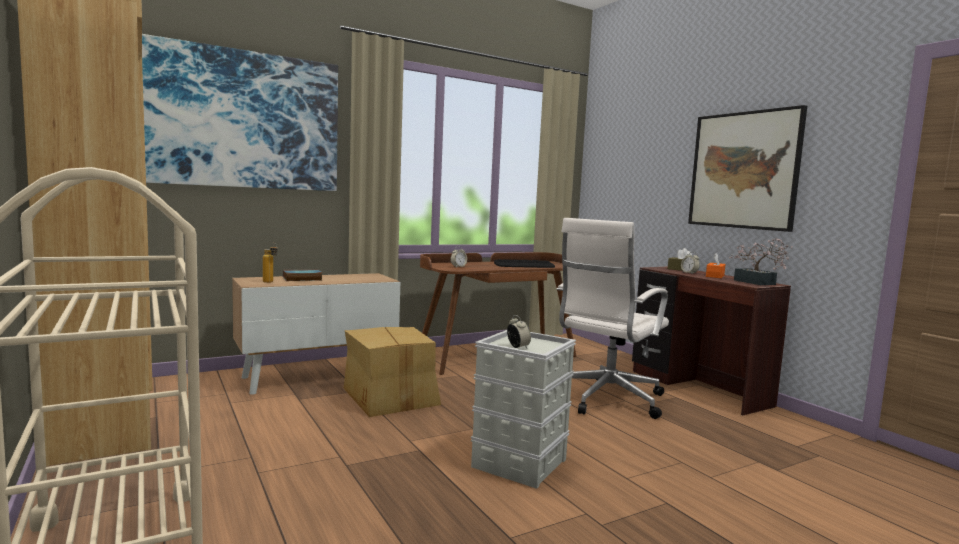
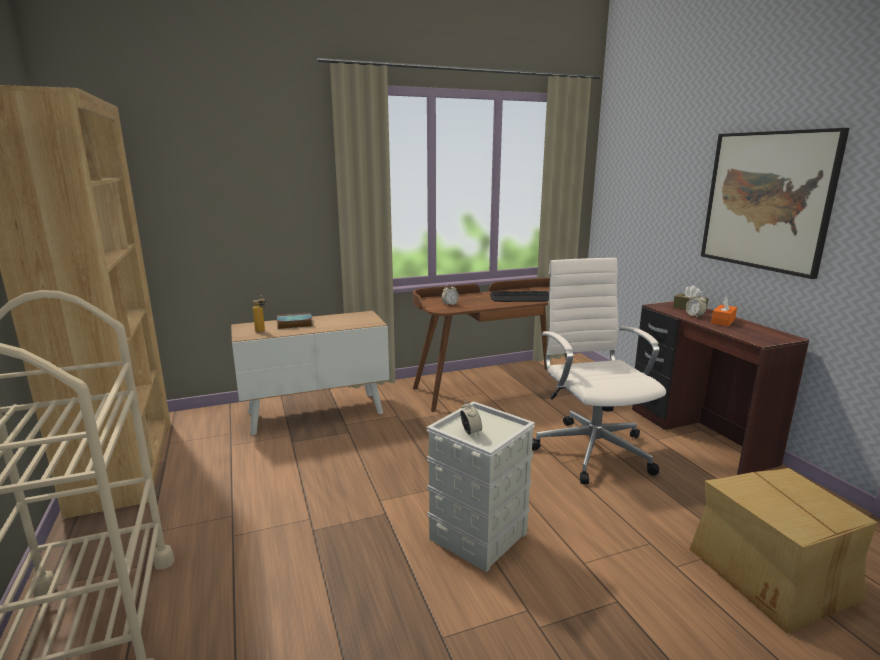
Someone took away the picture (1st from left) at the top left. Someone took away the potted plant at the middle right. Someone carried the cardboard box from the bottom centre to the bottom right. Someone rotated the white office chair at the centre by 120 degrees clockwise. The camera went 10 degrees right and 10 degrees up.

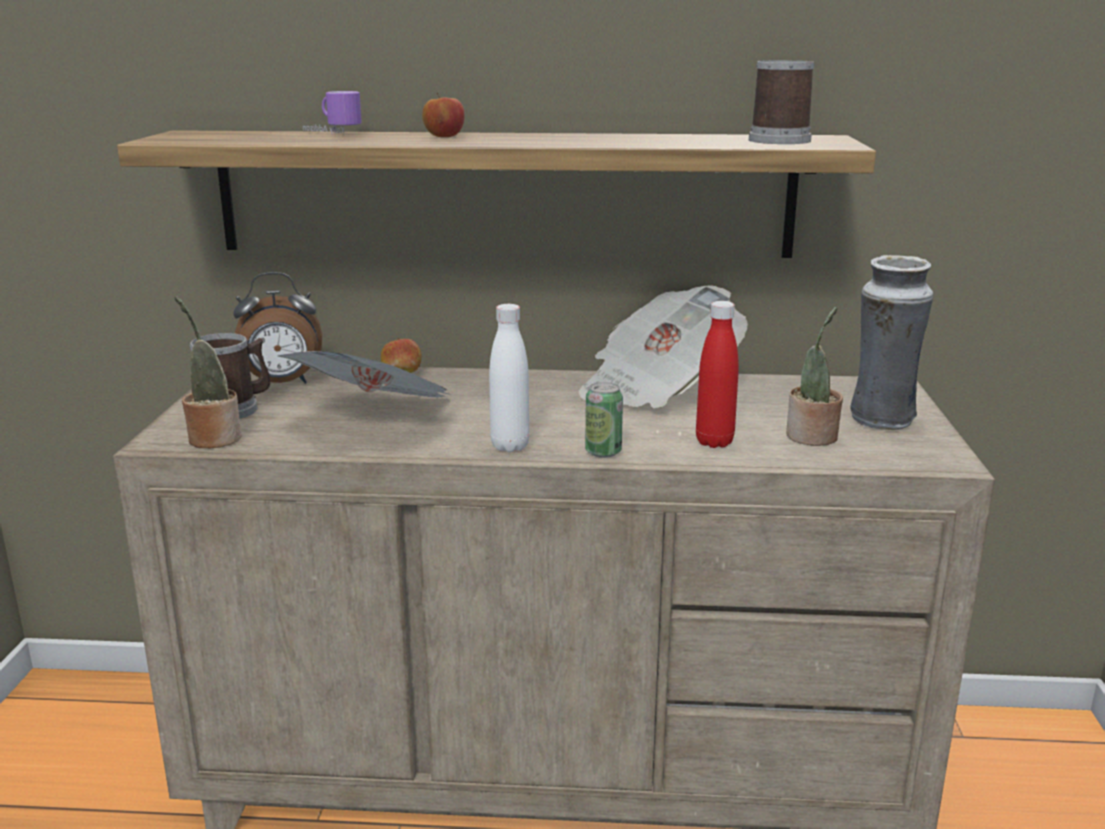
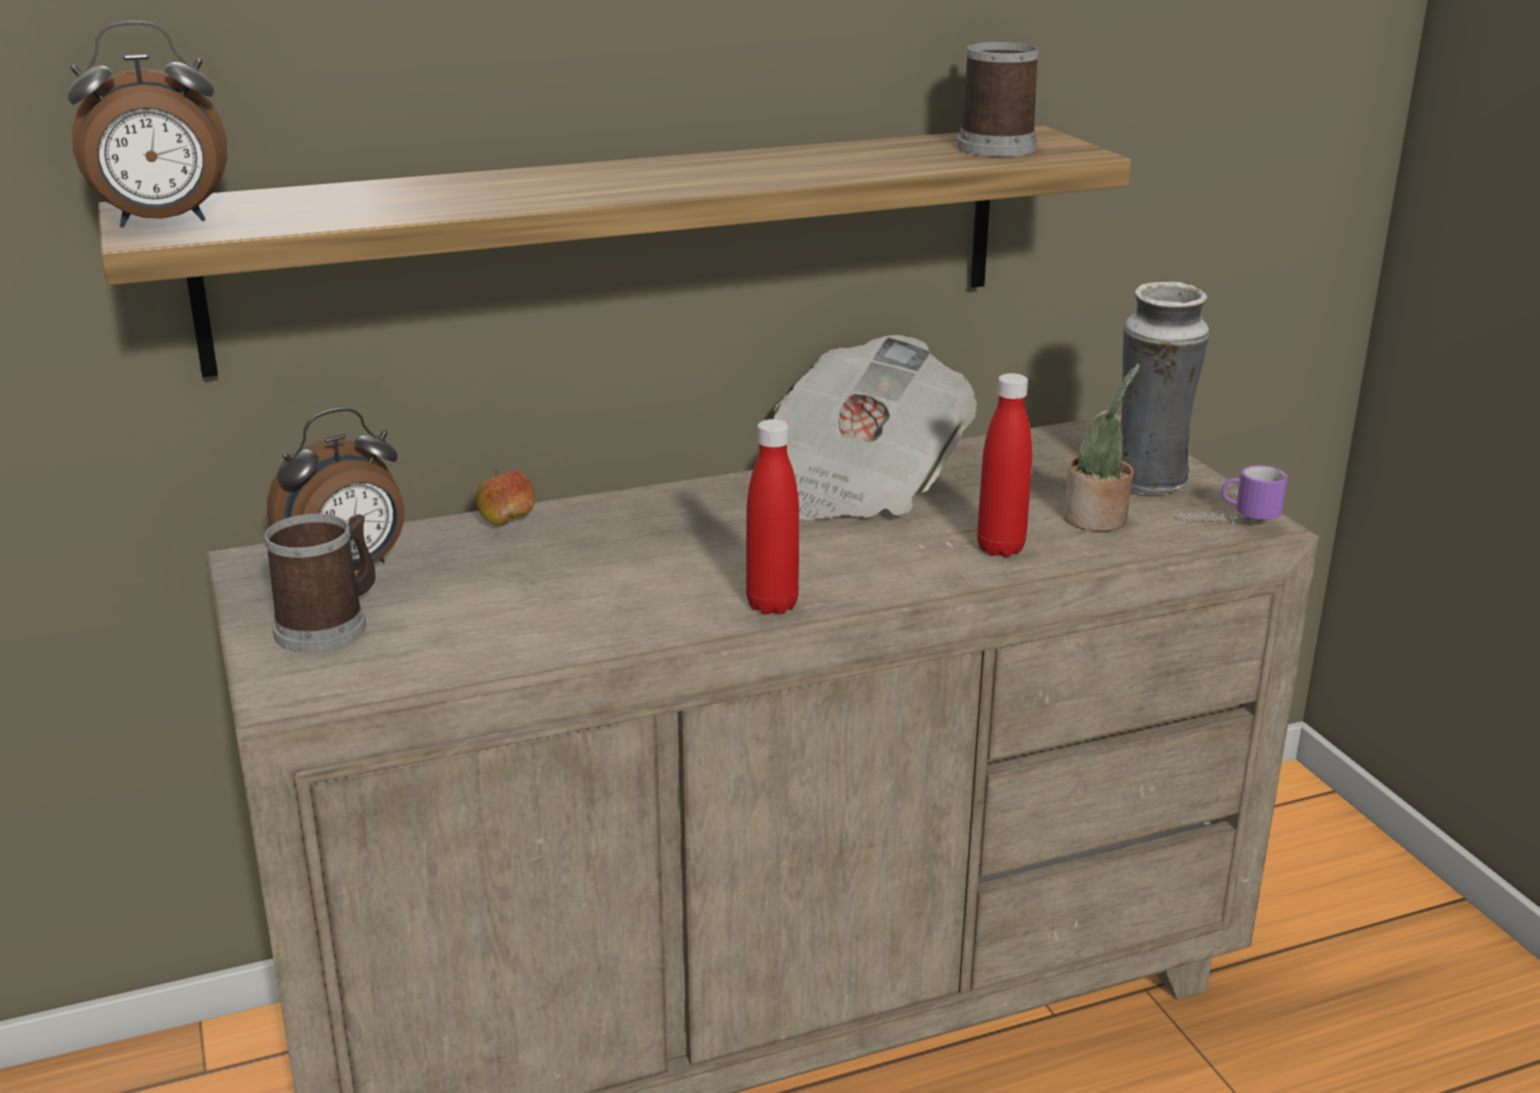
Someone took away the potted plant (1st from left) at the middle left. Someone took away the newspaper (1st from left) at the middle left. Someone took away the apple (2nd from left) at the top centre. Someone took away the can at the centre. Someone put down the alarm clock (1st from left) at the top left. Someone carried the mug (2nd from left in the first image) from the top left to the middle right. Someone repainted the white bottle at the centre, which became the red bottle (1st from left) at the centre. The camera went 25 degrees left and 5 degrees up.

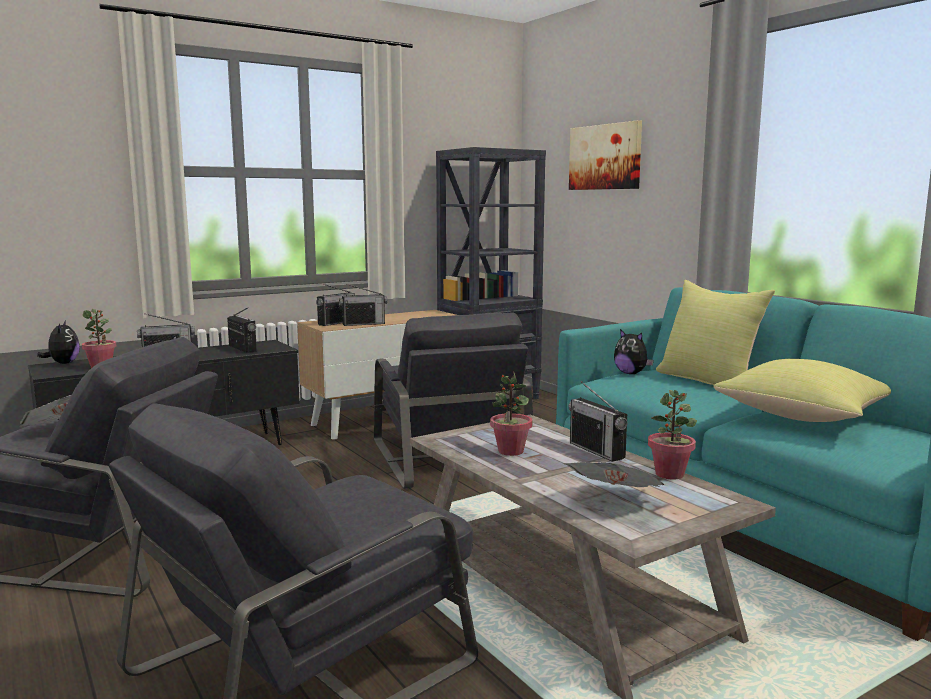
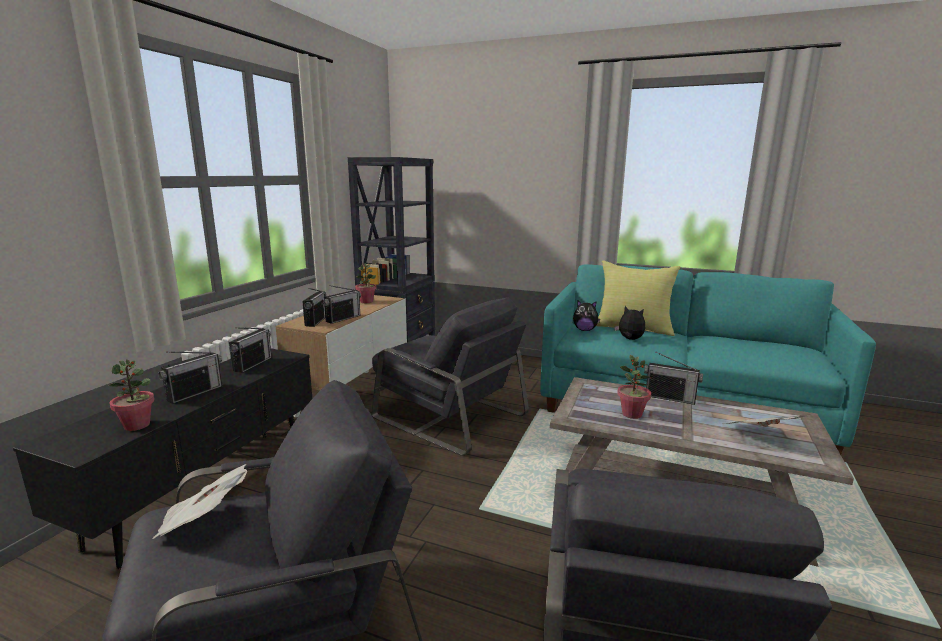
Someone took away the picture at the top centre. Someone took away the yellow pillow (2nd from left) at the middle right. Someone carried the plush toy (1st from left in the first image) from the middle left to the middle right. Someone carried the potted plant (3rd from left in the first image) from the middle right to the centre. Someone rotated the radio (2nd from left) at the middle left by 90 degrees clockwise. The camera went 35 degrees left and 5 degrees up.

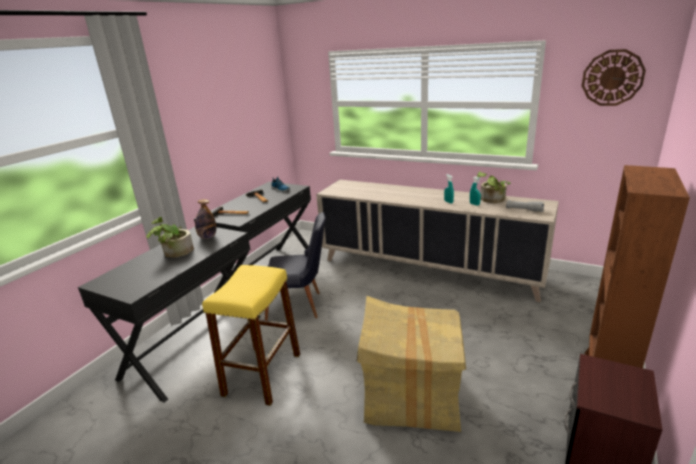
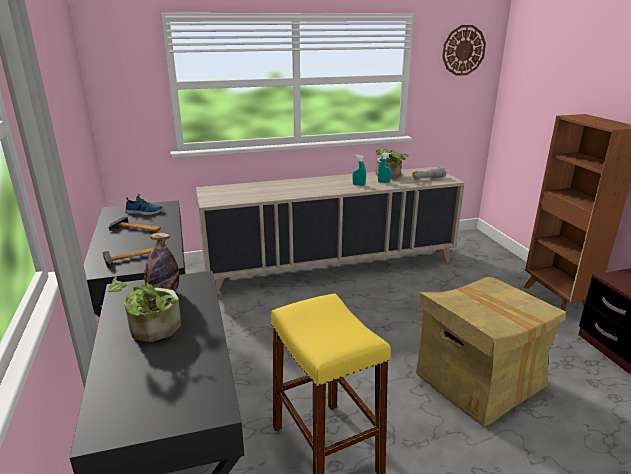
Someone took away the black chair at the centre. The camera went 45 degrees left and 0 degrees up.

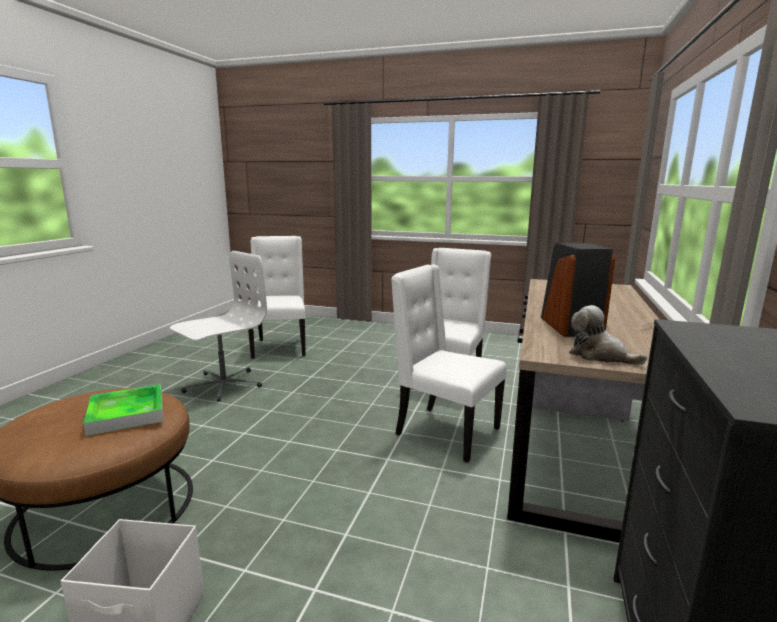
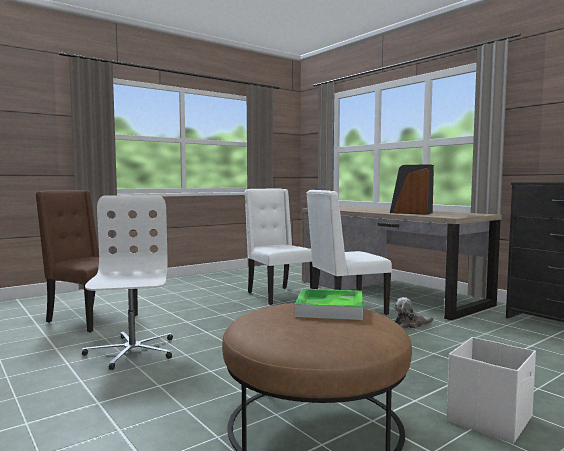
Someone carried the plush toy from the middle right to the bottom right. Someone repainted the white chair (1st from left) at the centre, which became the brown chair at the middle left. The camera went 55 degrees left and 10 degrees down.

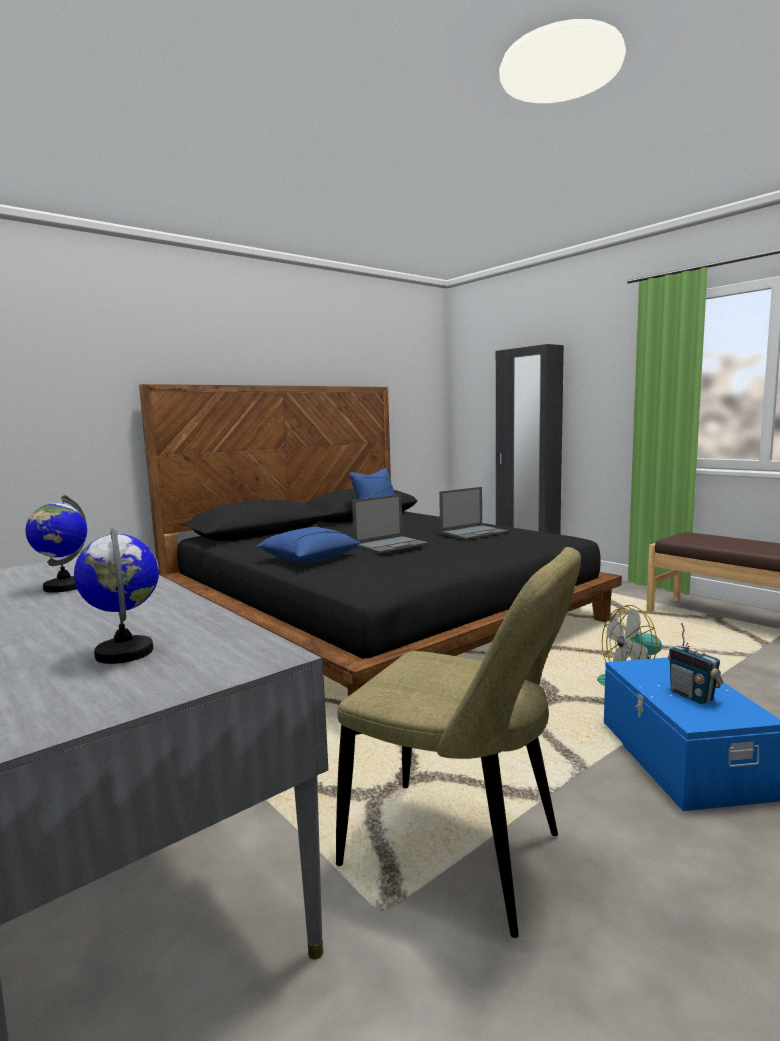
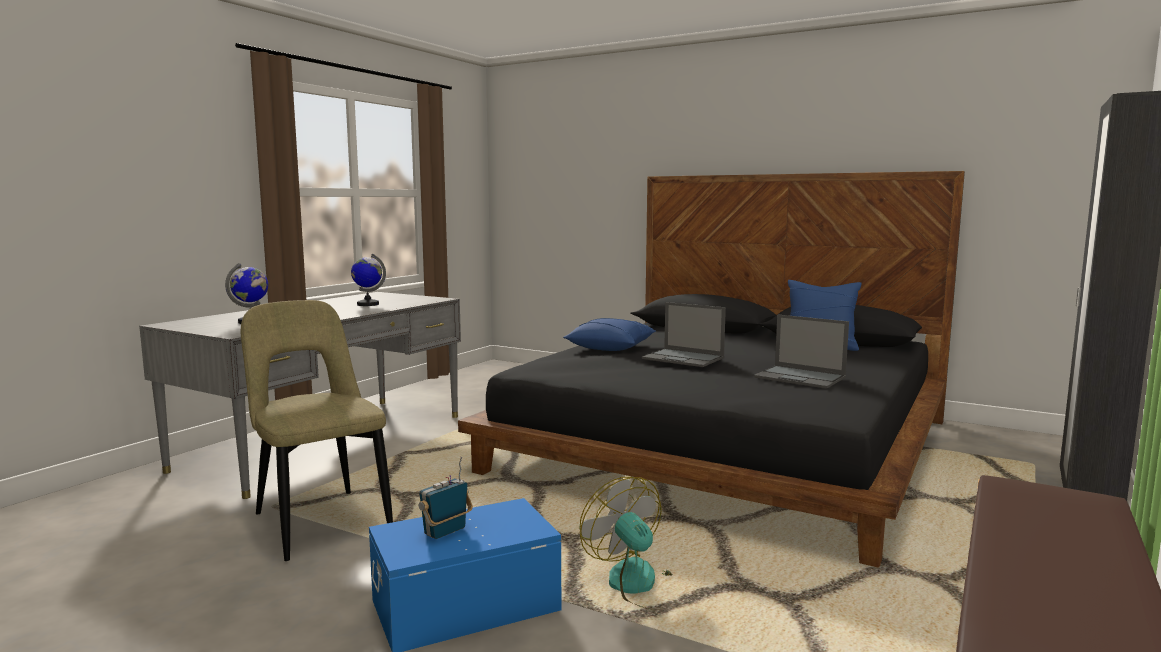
Someone rotated the beige chair at the bottom centre by 135 degrees clockwise. The camera went 70 degrees right and 0 degrees up.

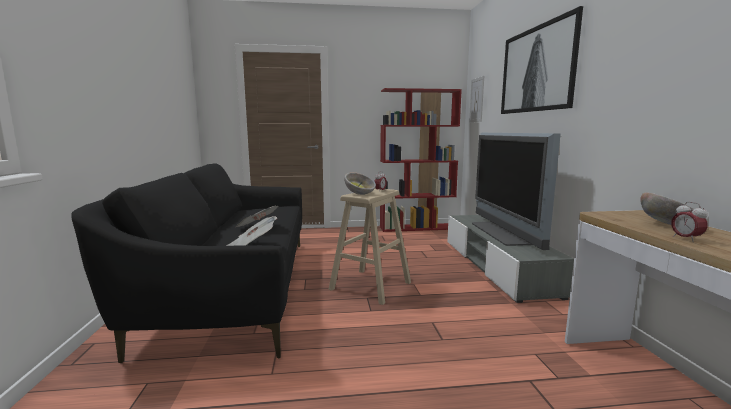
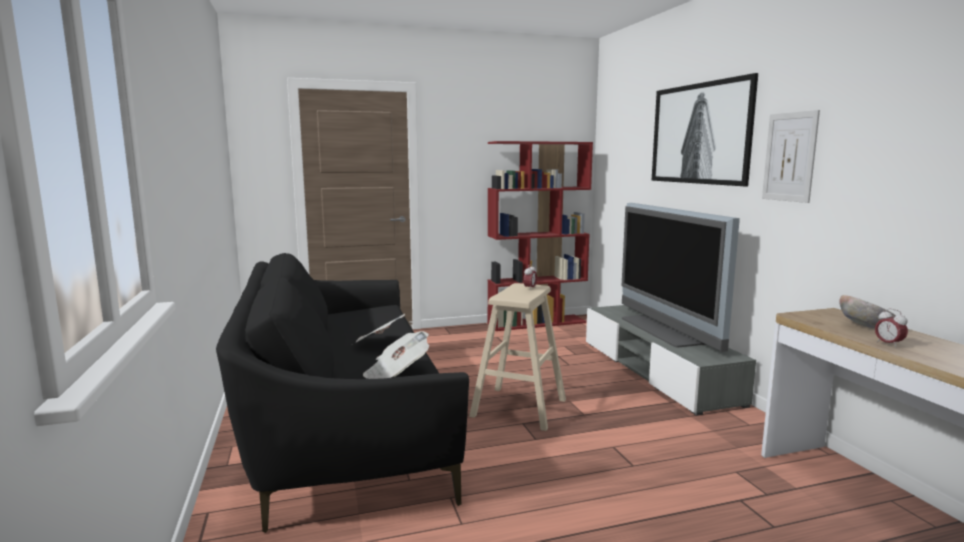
Someone took away the bowl (1st from left) at the centre. Someone carried the picture (1st from left in the first image) from the top centre to the top right. The camera went 10 degrees left and 0 degrees up.

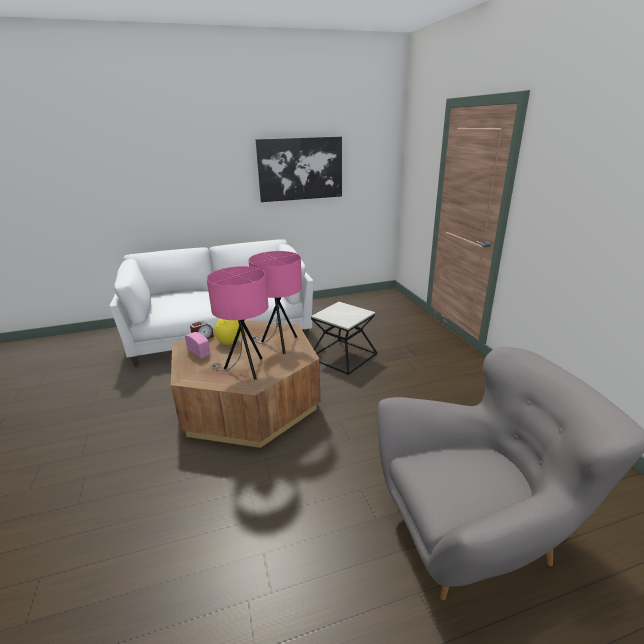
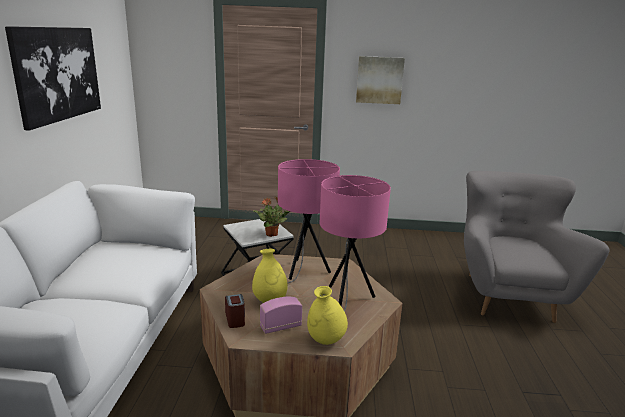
Someone put down the potted plant at the centre. Someone put down the yellow vase (2nd from left) at the bottom centre. Someone put up the picture (2nd from left) at the top centre. The camera went 70 degrees left and 5 degrees down.

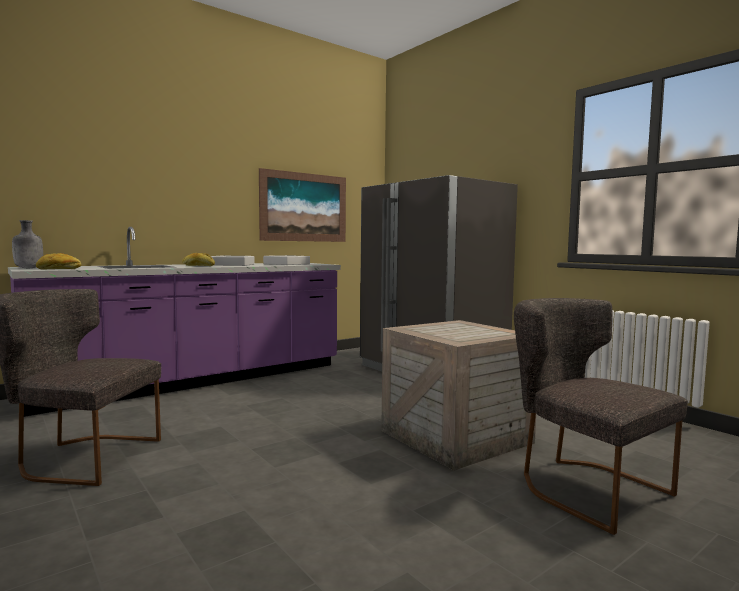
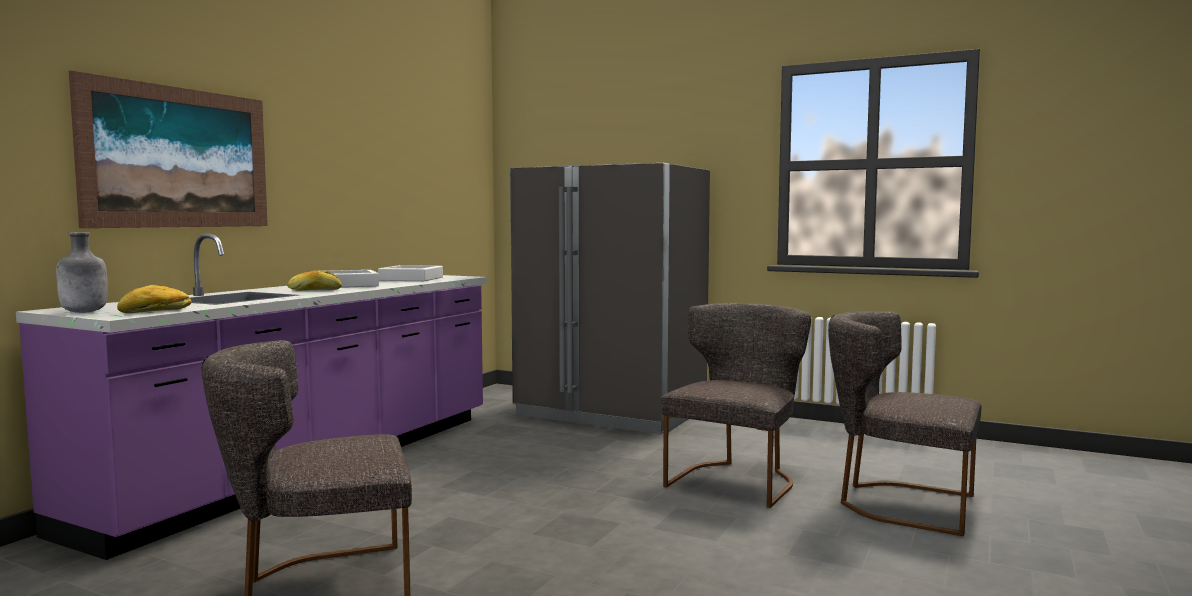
Someone carried the picture from the centre to the top left. Someone swapped the crate at the bottom centre for the grey chair (2nd from left) at the bottom centre. The camera went 25 degrees left and 0 degrees up.

